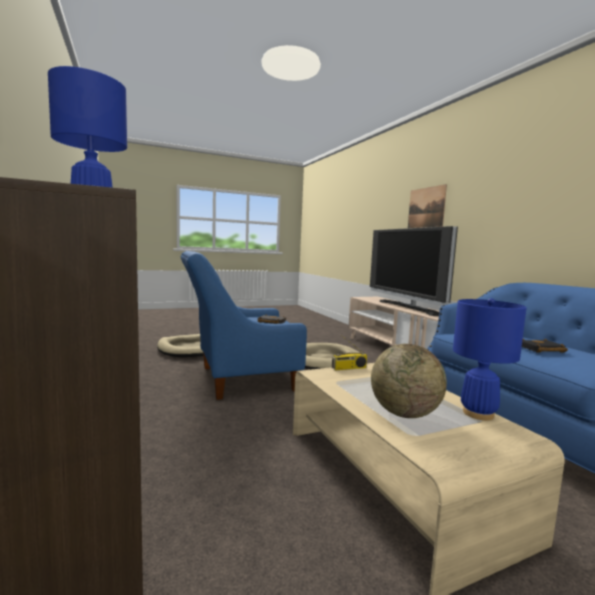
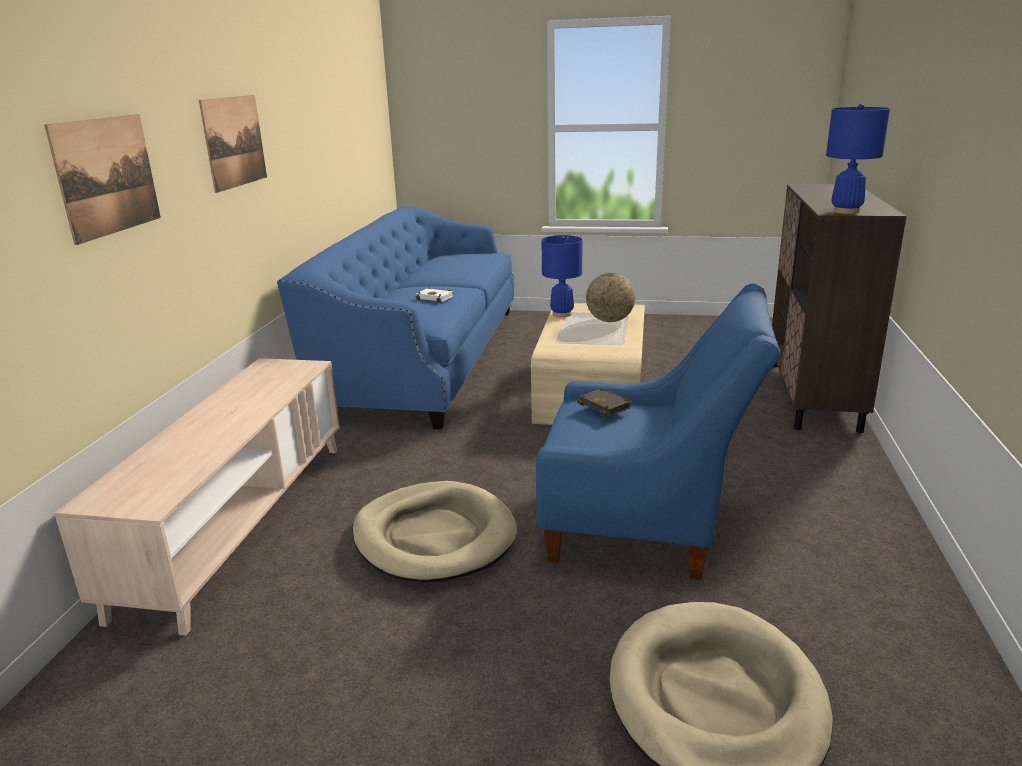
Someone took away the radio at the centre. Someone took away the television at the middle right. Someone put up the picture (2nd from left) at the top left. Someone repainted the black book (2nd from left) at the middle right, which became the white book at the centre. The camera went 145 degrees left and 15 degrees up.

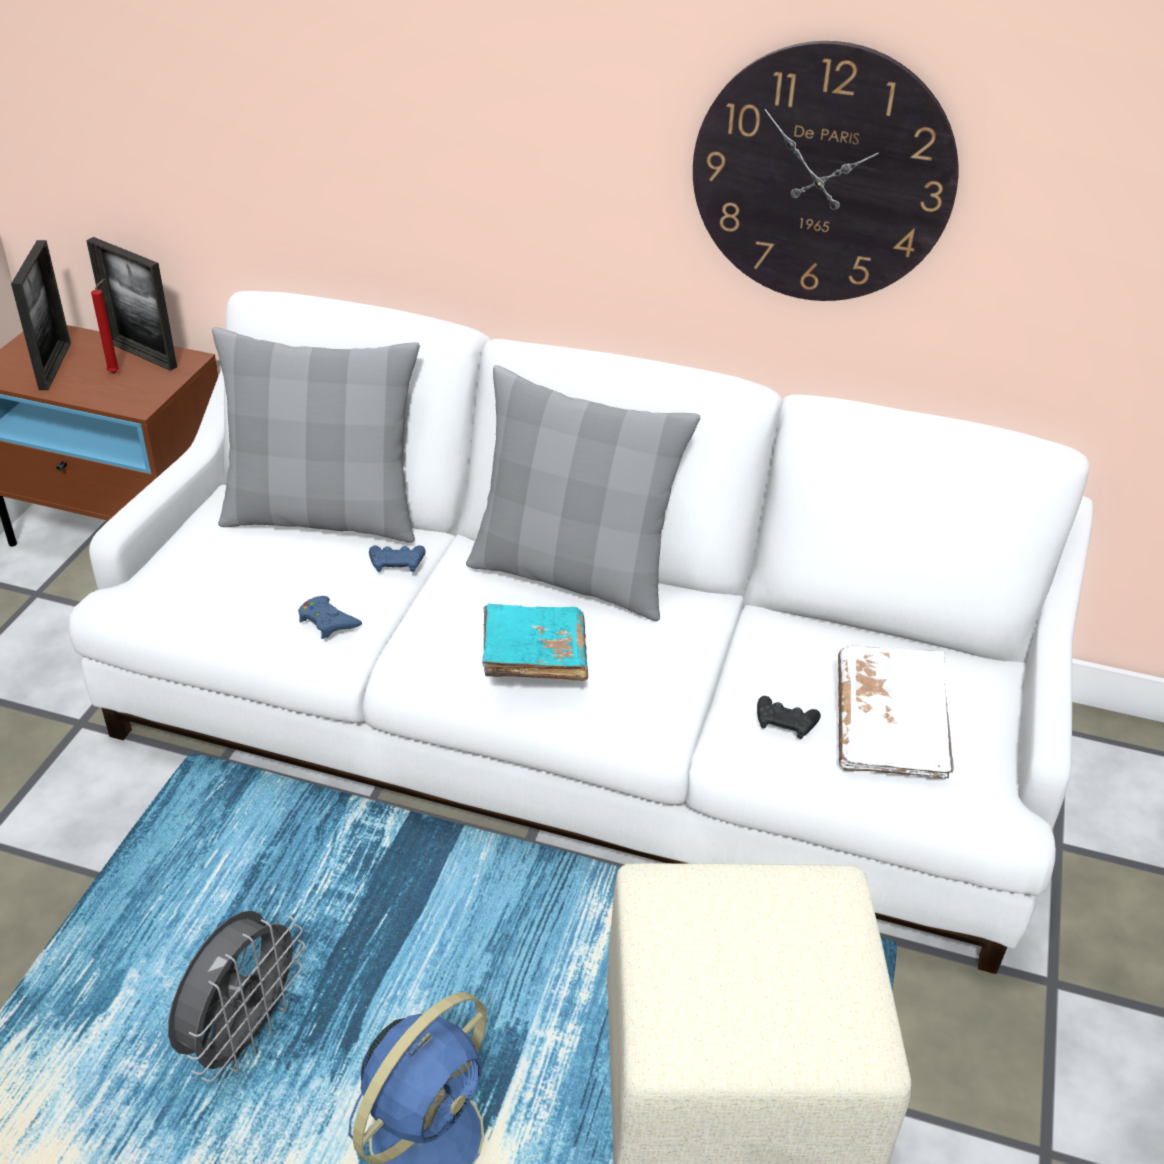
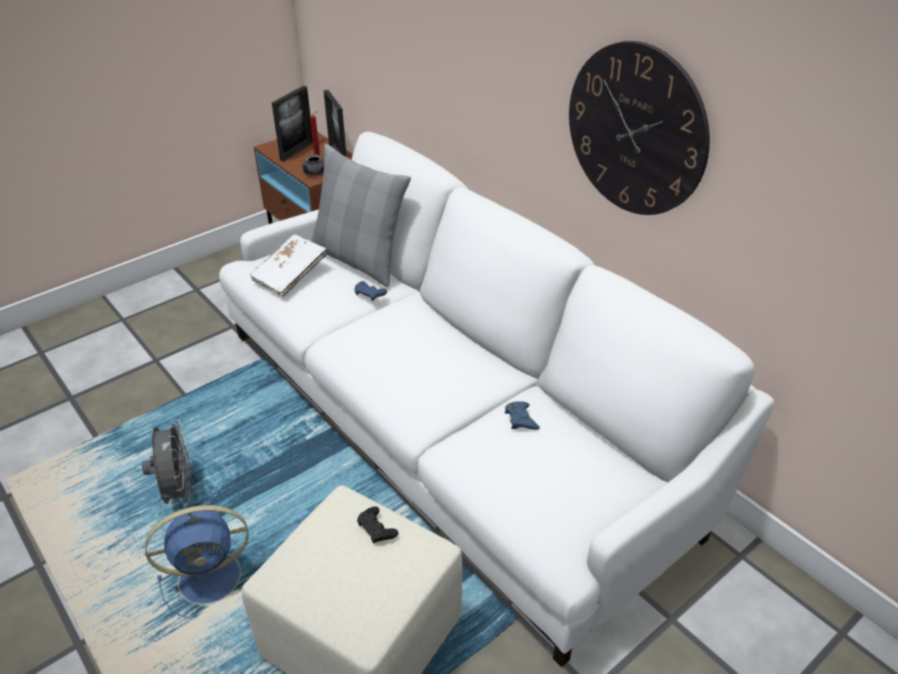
Someone took away the grey pillow (2nd from left) at the centre. Someone took away the turquoise book at the centre. Someone put down the grey teapot at the top centre. Someone carried the blue game controller (1st from left in the first image) from the middle left to the centre. Someone carried the black game controller from the middle right to the bottom centre. Someone carried the white book from the middle right to the middle left. Someone rotated the grey fan at the bottom left by 75 degrees counterclockwise. The camera went 35 degrees right and 0 degrees up.

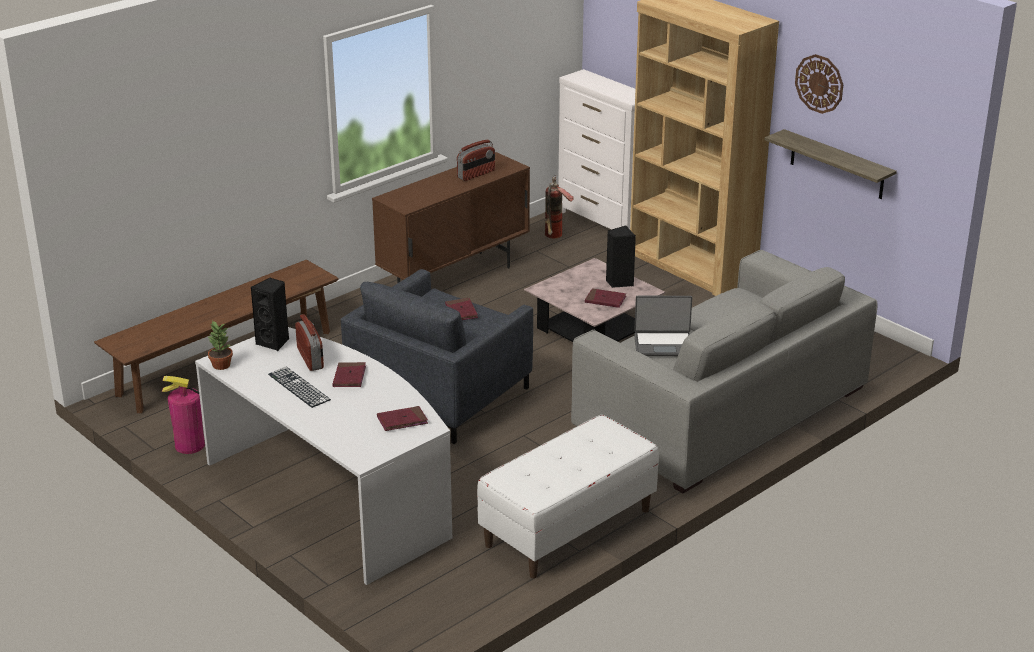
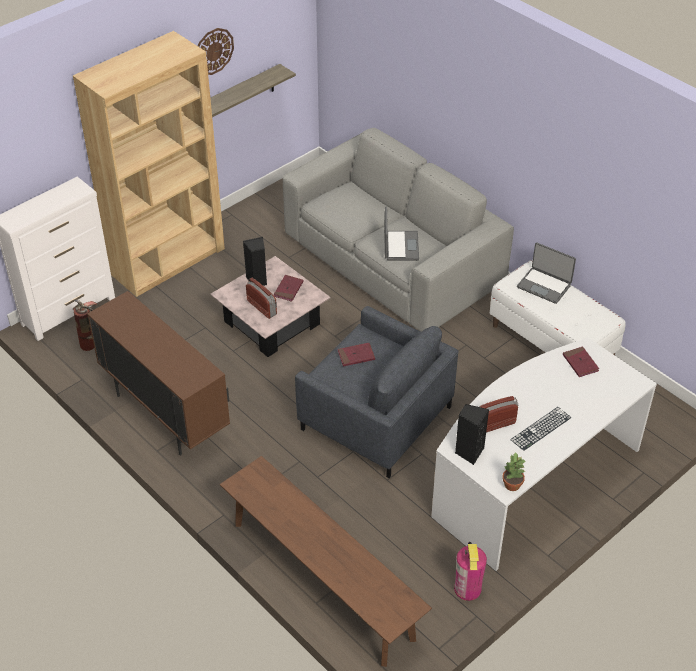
Someone took away the red book (1st from left) at the centre. Someone put down the laptop (2nd from left) at the middle right. Someone carried the radio (2nd from left in the first image) from the top centre to the centre. The camera went 90 degrees left and 15 degrees up.

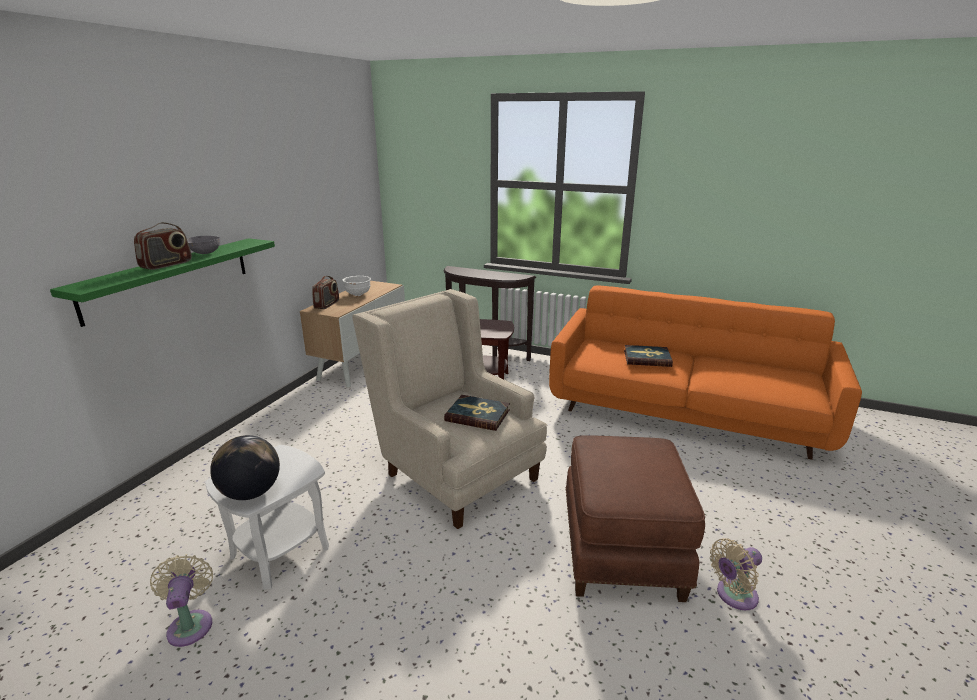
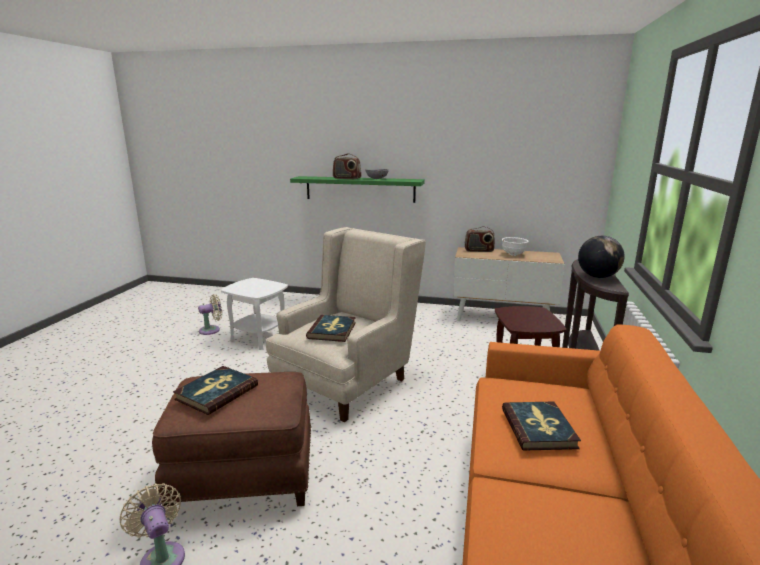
Someone put down the book (1st from left) at the bottom left. Someone carried the globe from the bottom left to the middle right. The camera went 80 degrees right and 5 degrees down.

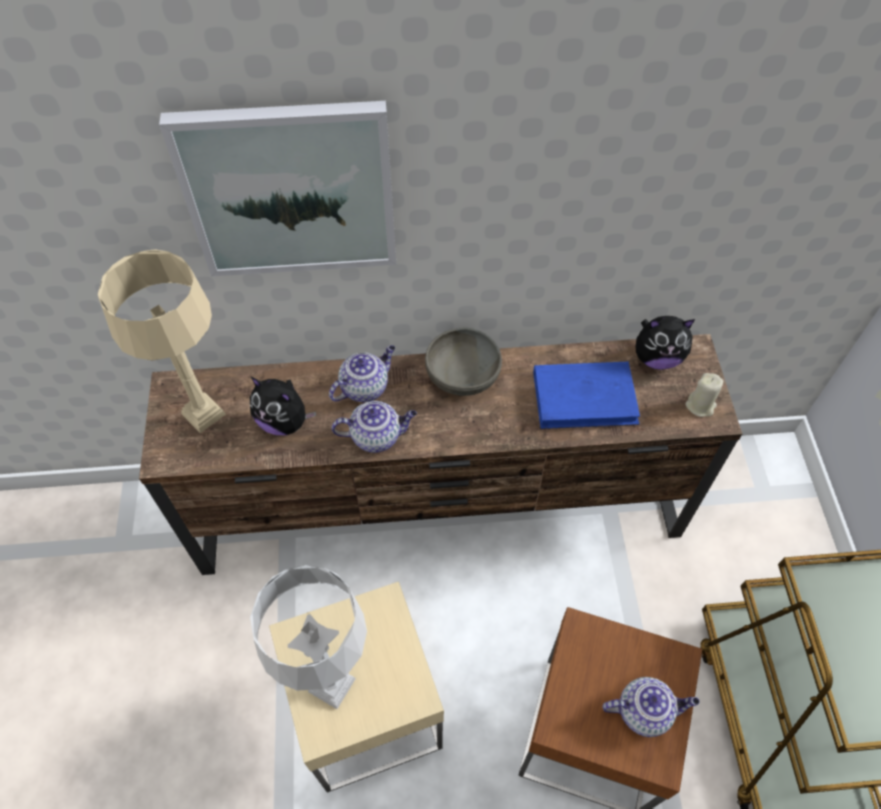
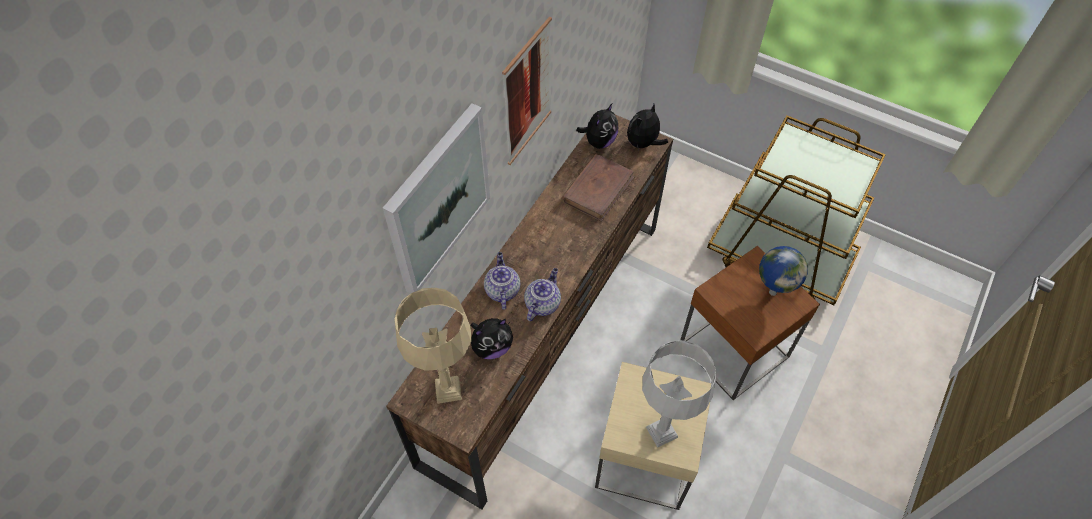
Someone took away the grey bowl at the centre. Someone put up the picture (2nd from left) at the top centre. Someone swapped the teapot (3rd from left) at the bottom right for the globe at the middle right. Someone swapped the beige candle at the middle right for the plush toy (3rd from left) at the top centre. Someone repainted the blue book at the centre, which became the brown book at the centre. The camera went 55 degrees left and 0 degrees up.

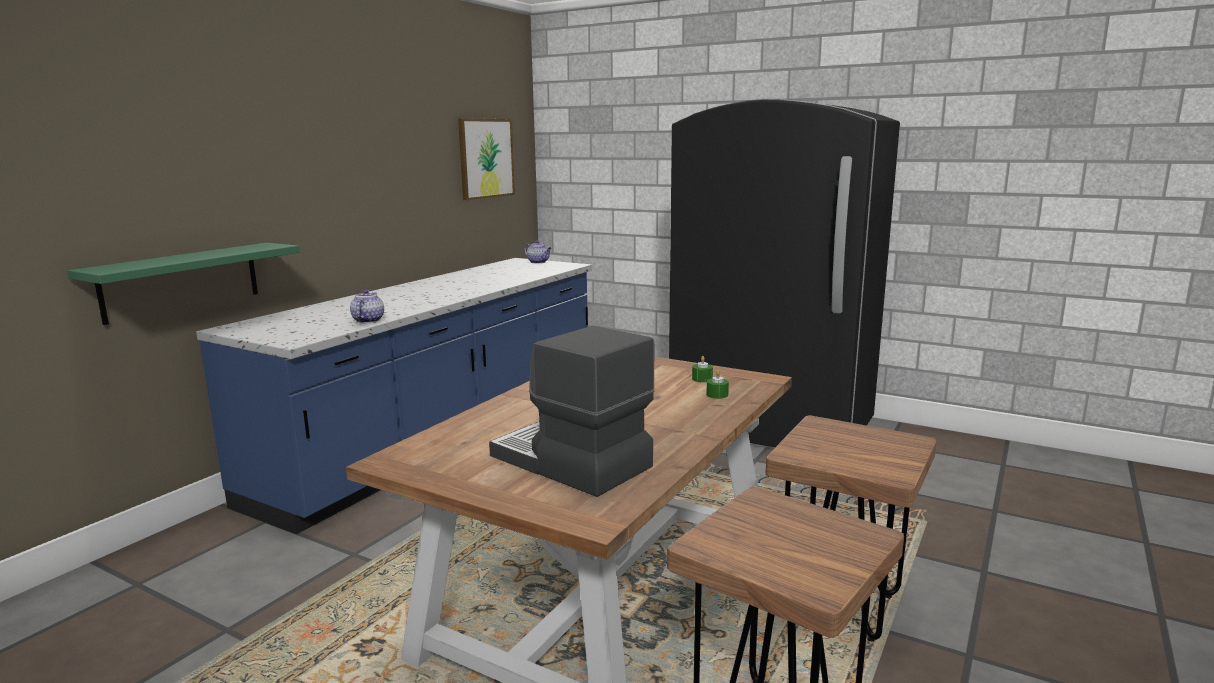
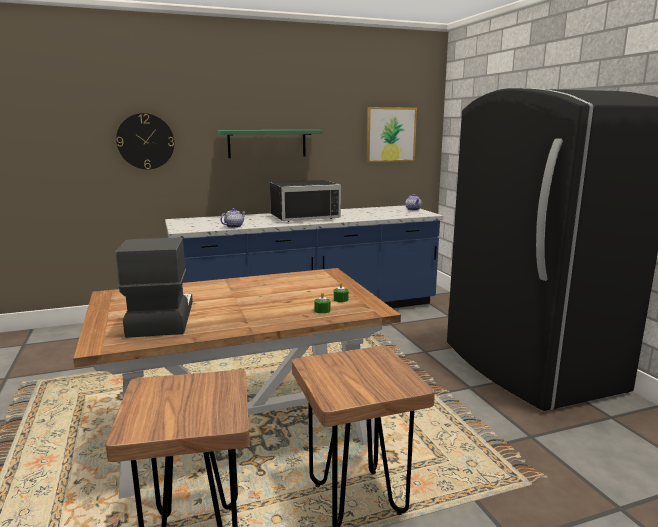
Someone put up the wall clock at the top left. Someone put down the black microwave at the centre. Someone carried the green shelf from the middle left to the top centre. The camera went 40 degrees right and 0 degrees up.

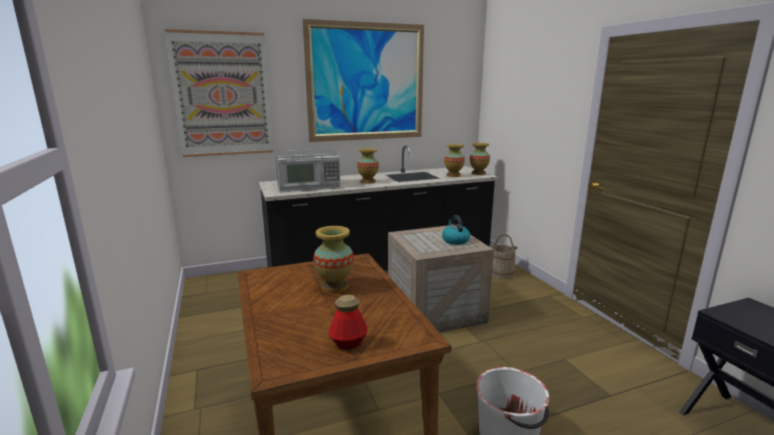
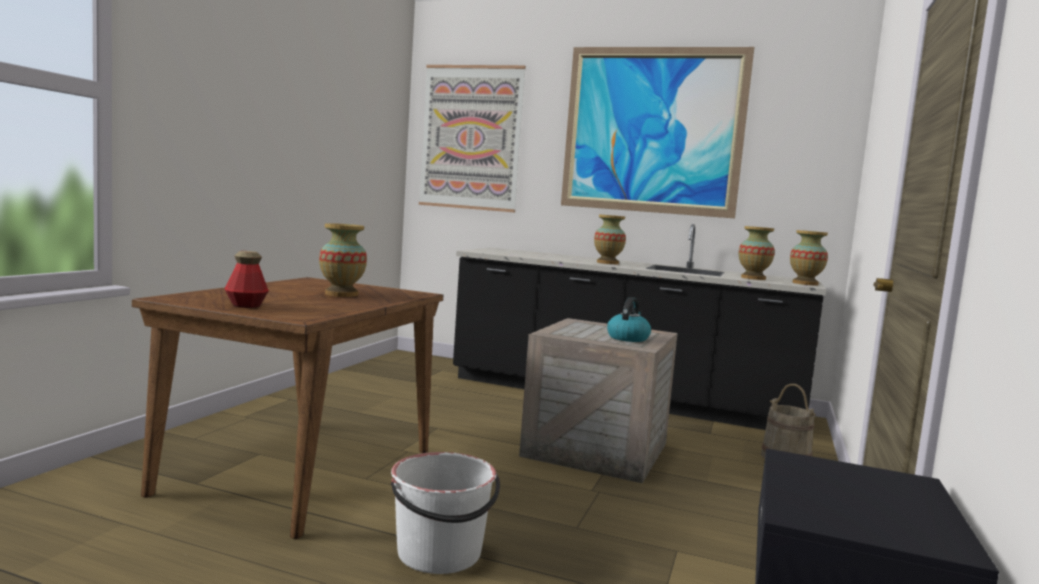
Someone took away the microwave at the centre. The camera went 40 degrees right and 10 degrees down.

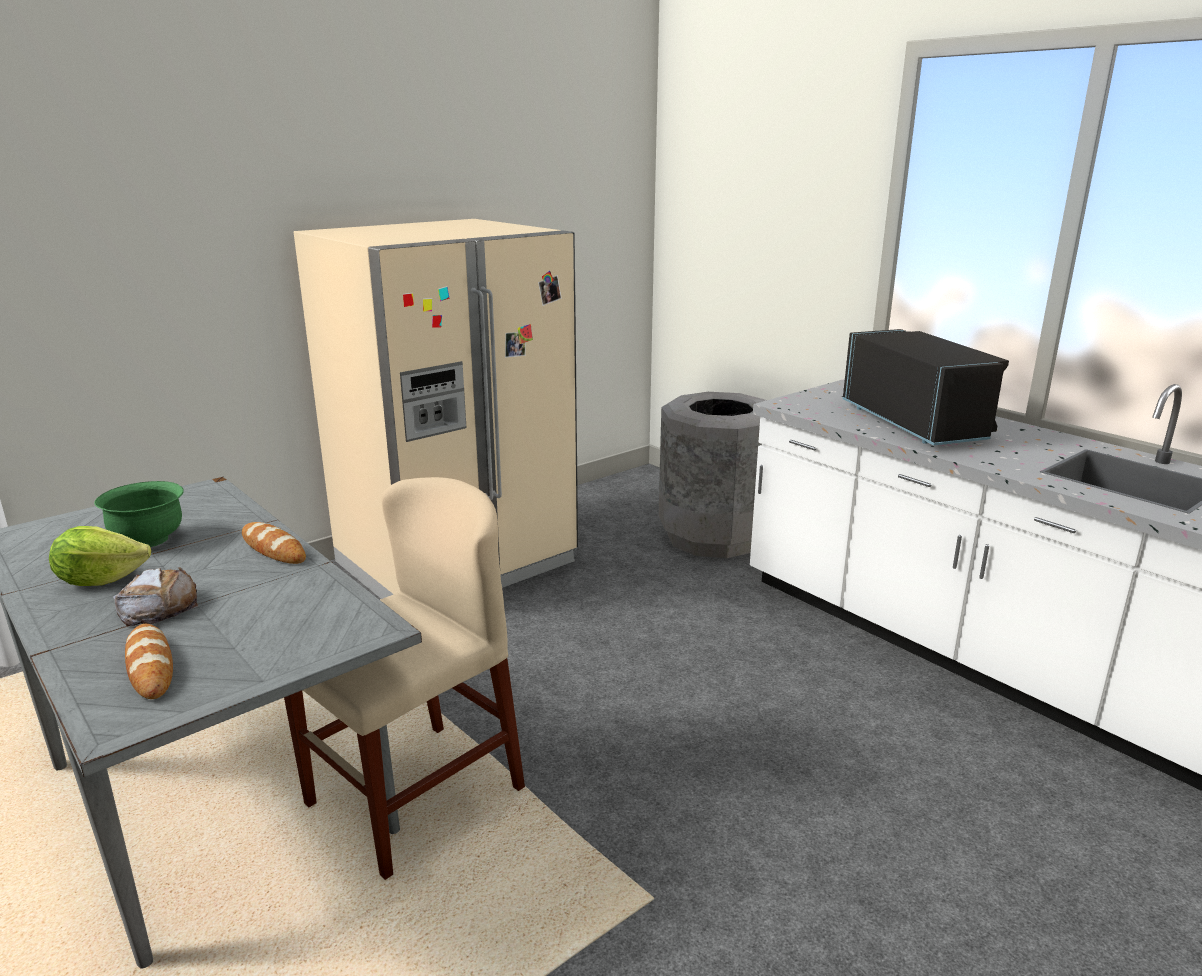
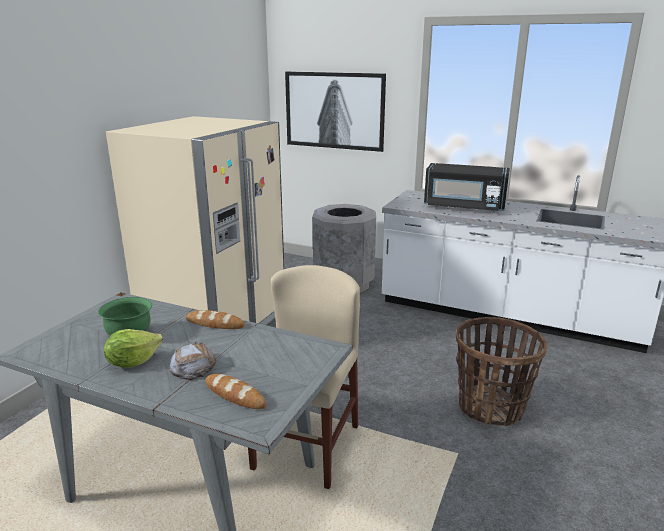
Someone put up the picture at the top centre. Someone put down the basket at the bottom right. Someone rotated the black microwave at the middle right by 150 degrees clockwise. The camera went 25 degrees left and 0 degrees up.

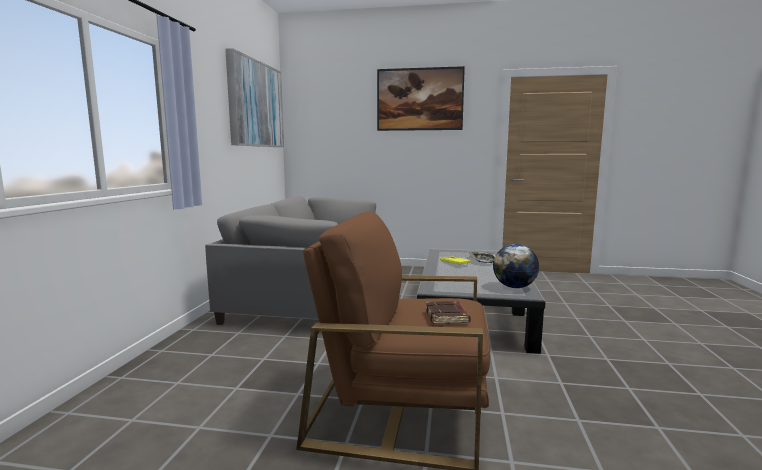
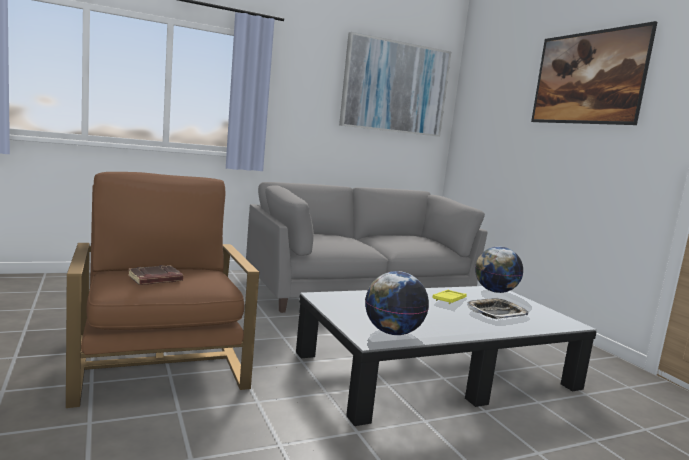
Someone put down the globe (2nd from left) at the middle right. The camera went 55 degrees right and 0 degrees up.

